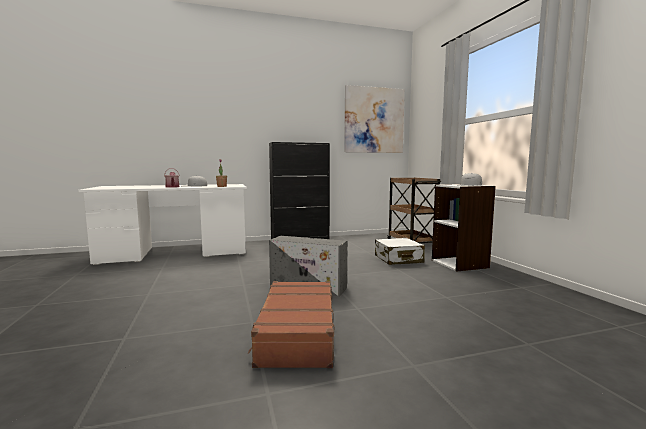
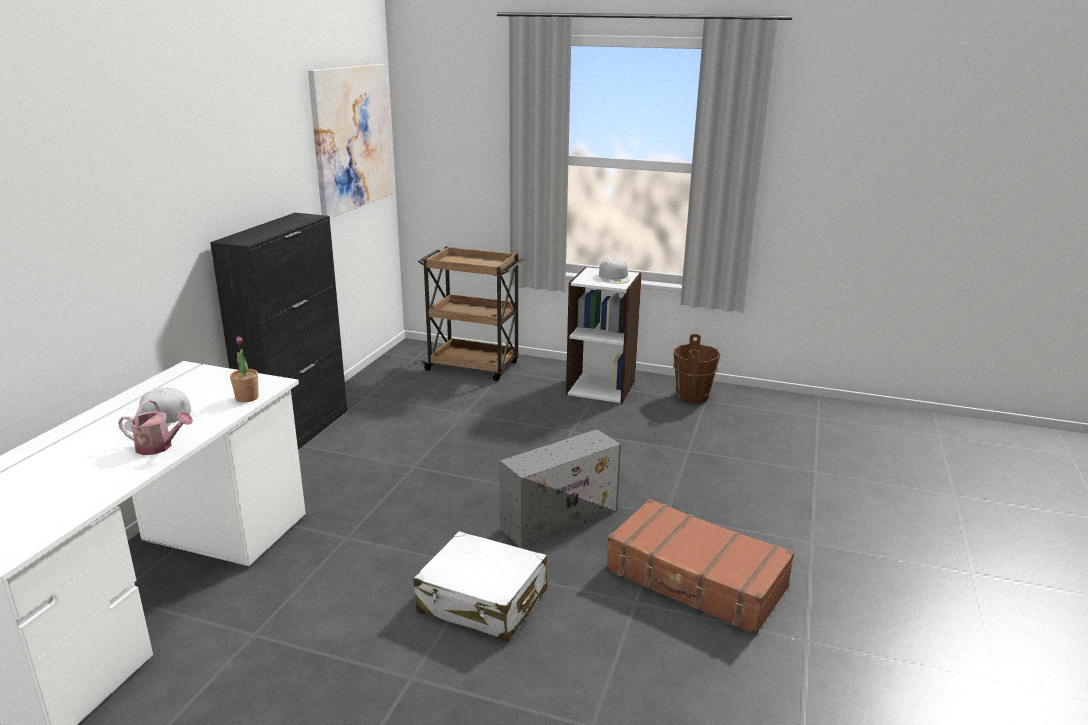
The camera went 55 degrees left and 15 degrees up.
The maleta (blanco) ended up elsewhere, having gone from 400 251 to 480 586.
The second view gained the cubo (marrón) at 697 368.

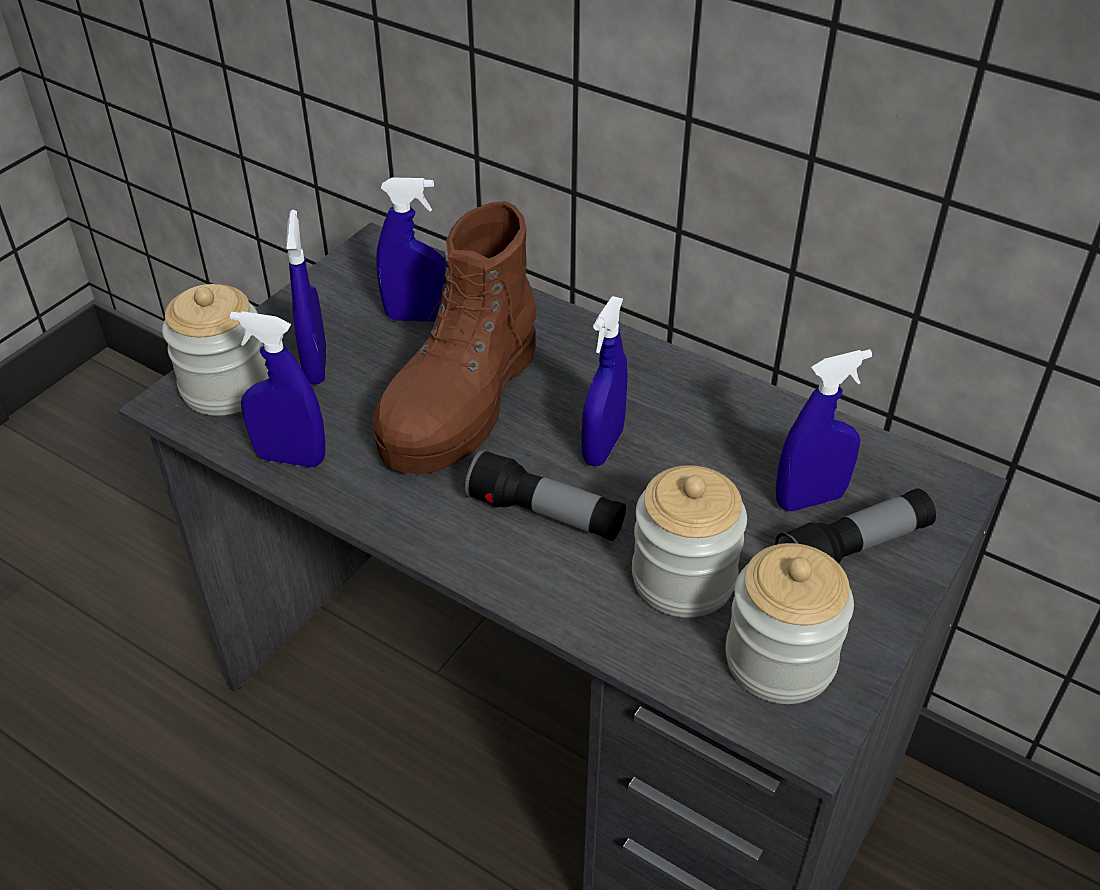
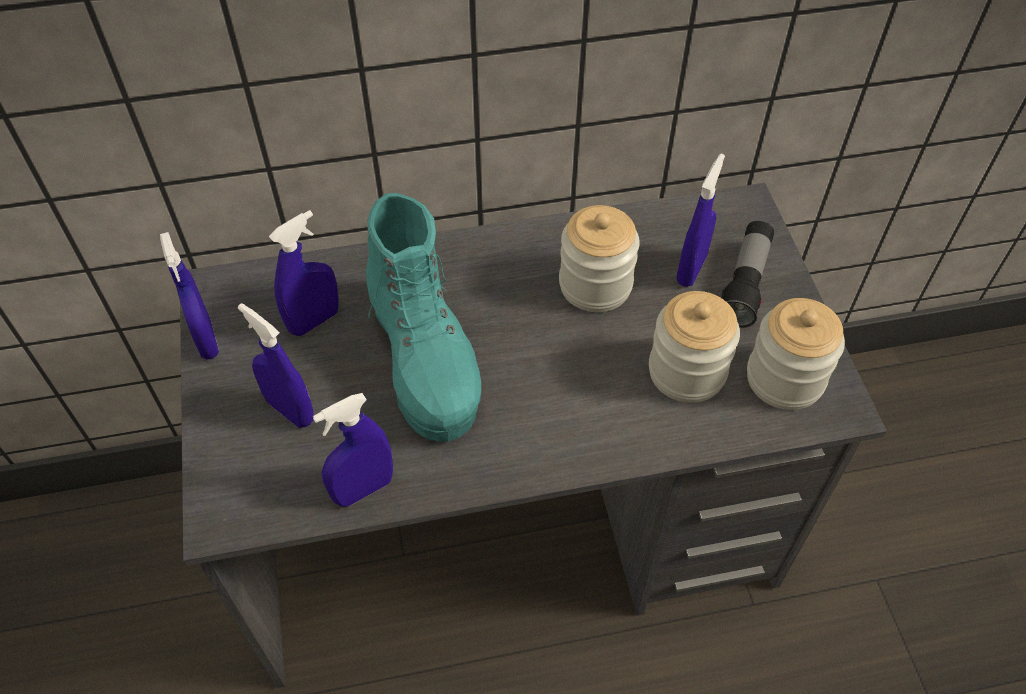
The camera went 45 degrees left and 10 degrees up.
The tarro ended up elsewhere, having gone from 215 350 to 599 258.
What was the bota (marrón) at 454 337 turned into the bota (turquesa) at 423 317.
The second view lost the linterna at 545 495.
The pulverizador (azul) ended up elsewhere, having gone from 605 381 to 189 296.

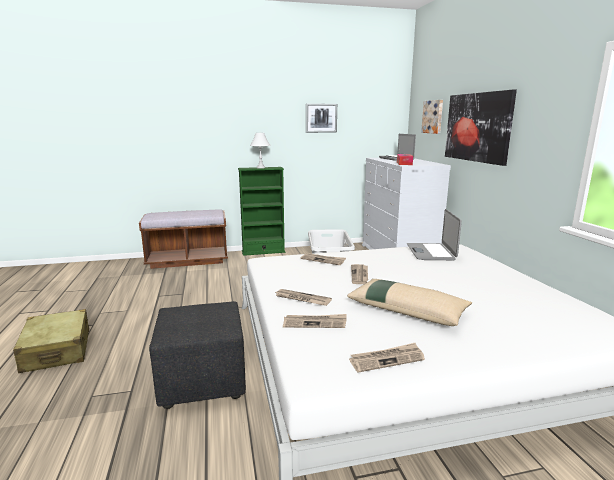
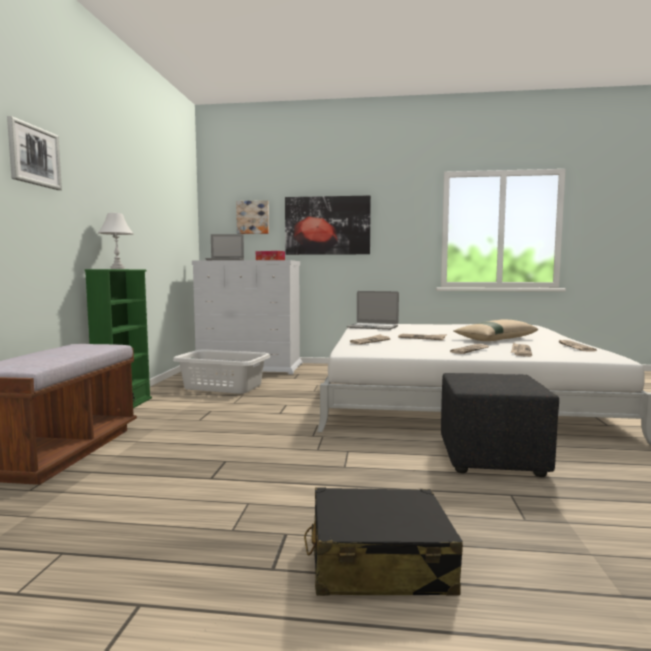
The camera went 70 degrees left and 10 degrees down.
What was the maleta (beis) at 51 341 turned into the maleta (negro) at 383 541.
The cuadro ended up elsewhere, having gone from 321 118 to 34 153.

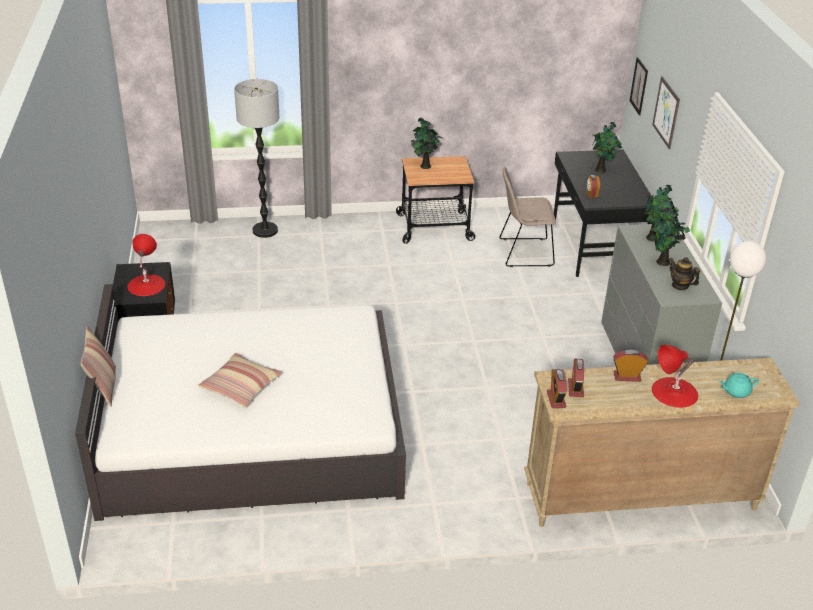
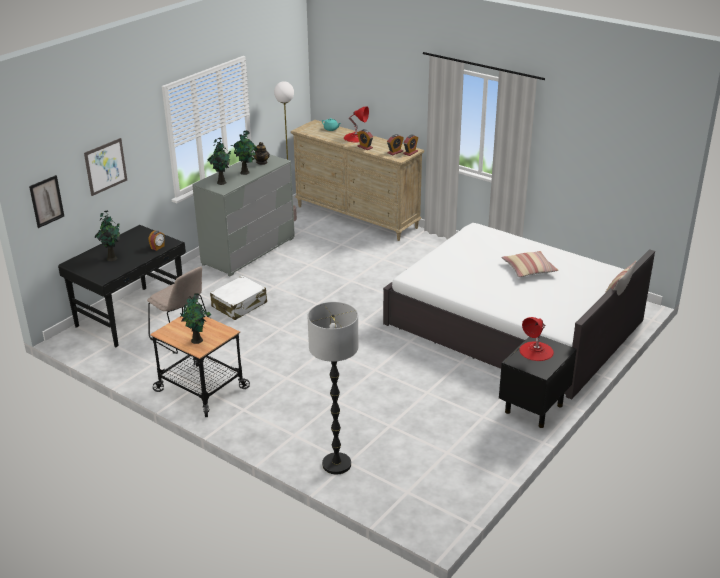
The camera went 135 degrees left and 5 degrees down.
The second view gained the maleta (blanco) at 238 297.

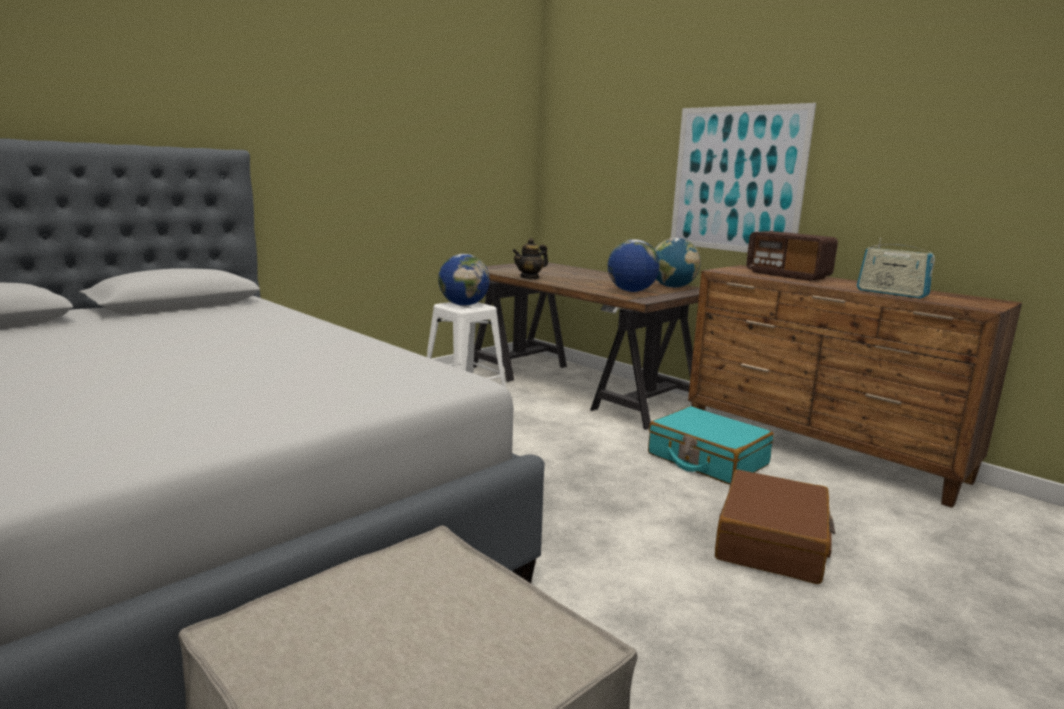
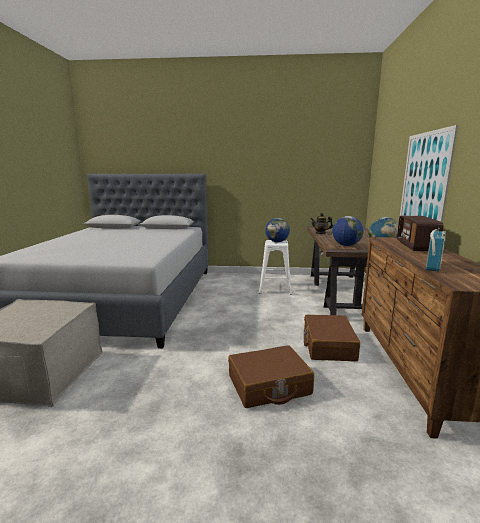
The camera went 50 degrees right and 0 degrees up.
What was the maleta (turquesa) at 711 445 turned into the maleta (marrón) at 332 338.
The radio at 896 268 ended up facing another way, 150 degrees counterclockwise from before.

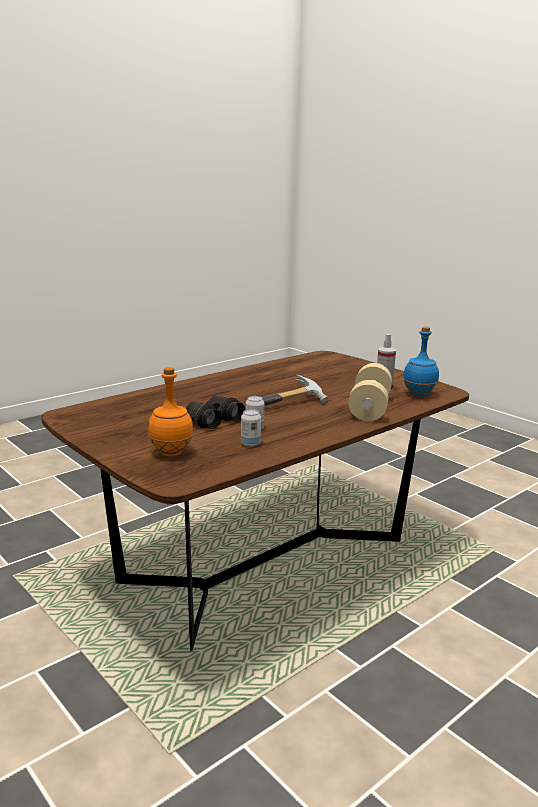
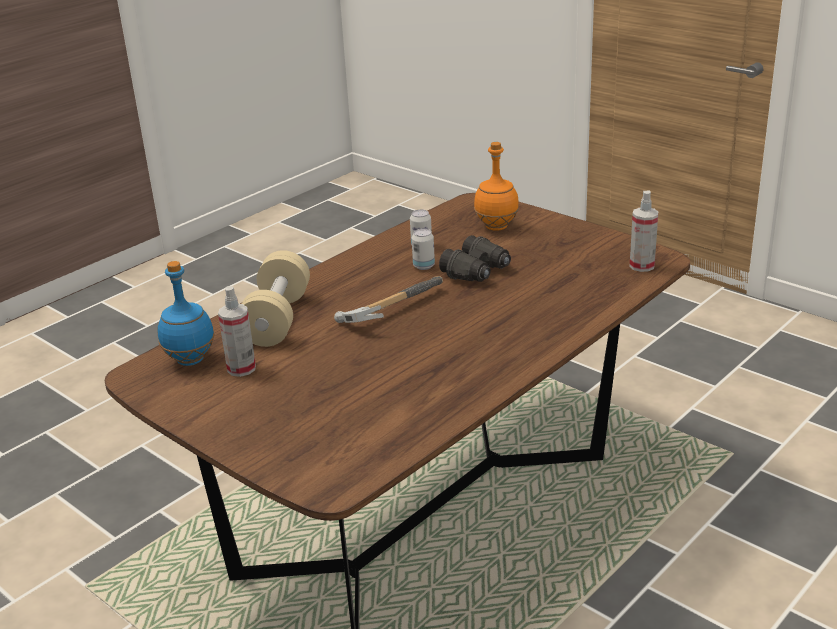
The camera went 175 degrees right and 10 degrees up.
The second view gained the pulverizador at 643 231.

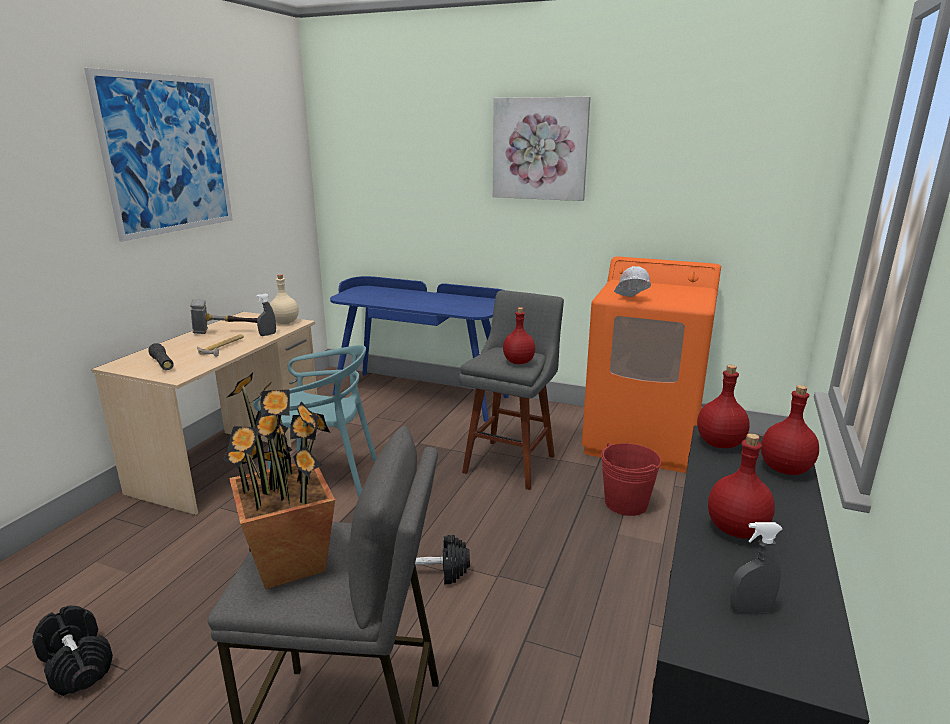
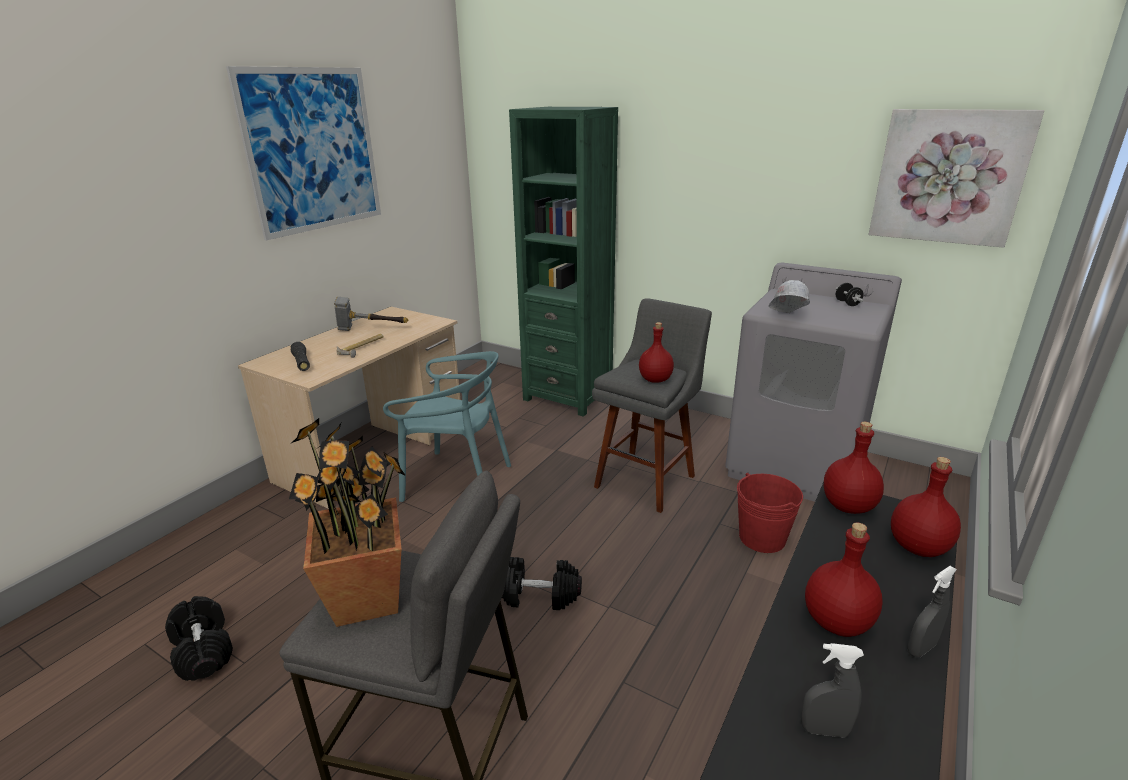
The camera went 10 degrees right and 5 degrees up.
The pulverizador (gris) ended up elsewhere, having gone from 266 314 to 932 611.
The second view lost the botella (beis) at 284 299.
Where the escritorio (azul) stood at 419 349, the estantería (verde) came to stand at 563 262.
The cuadro ended up elsewhere, having gone from 541 149 to 956 178.
What was the lavadora (naranja) at 651 364 turned into the lavadora (gris) at 813 382.
The second view gained the mancuerna (negro) at 850 294.

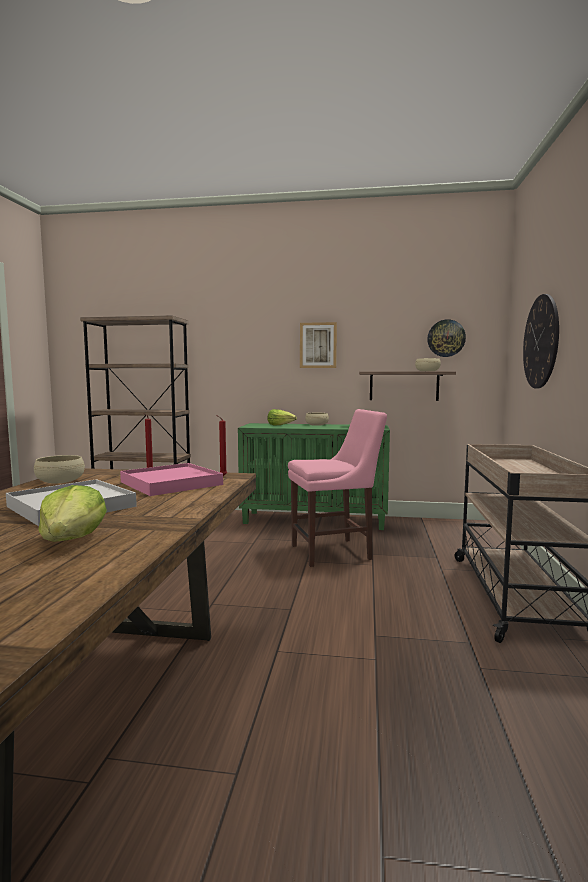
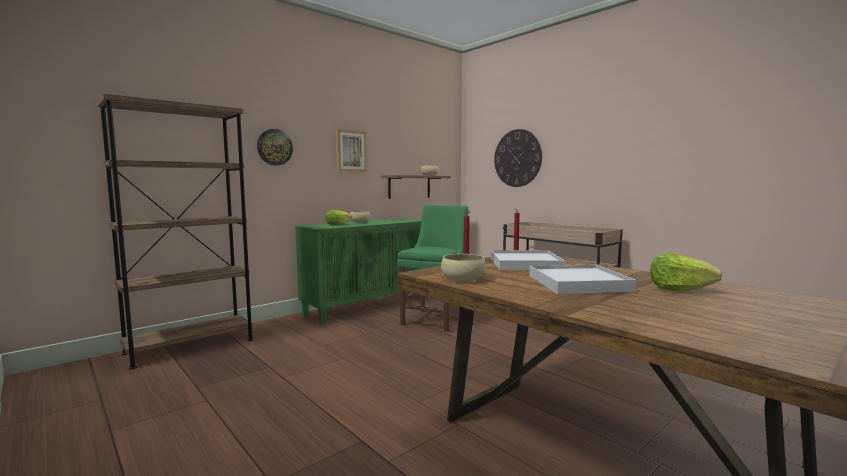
The camera went 50 degrees left and 0 degrees up.
What was the bandeja (rosa) at 171 479 turned into the bandeja (blanco) at 528 260.
What was the silla (rosa) at 337 488 turned into the silla (verde) at 432 268.
The reloj de pared ended up elsewhere, having gone from 446 338 to 275 147.

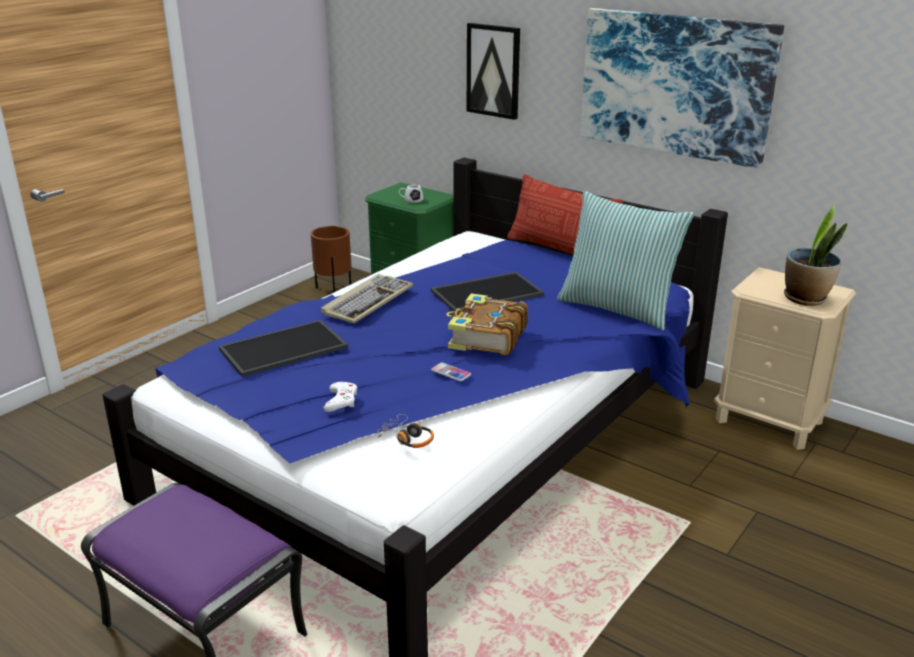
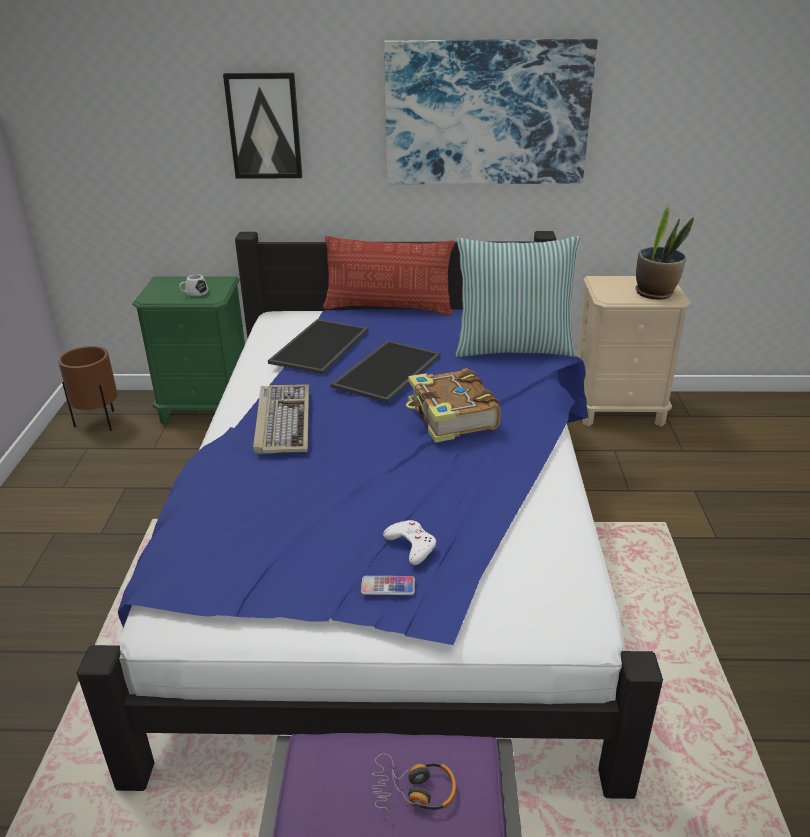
The camera went 35 degrees left and 5 degrees up.
The bandeja ended up elsewhere, having gone from 283 348 to 318 346.
The auriculares ended up elsewhere, having gone from 405 431 to 414 786.
The móvil ended up elsewhere, having gone from 451 372 to 388 585.

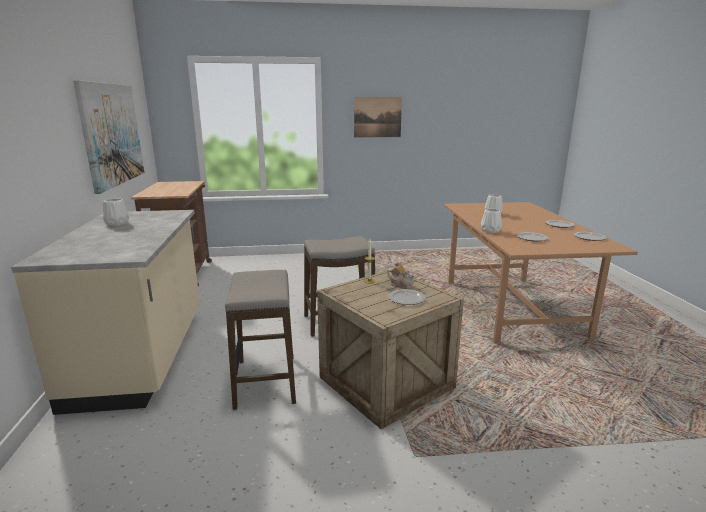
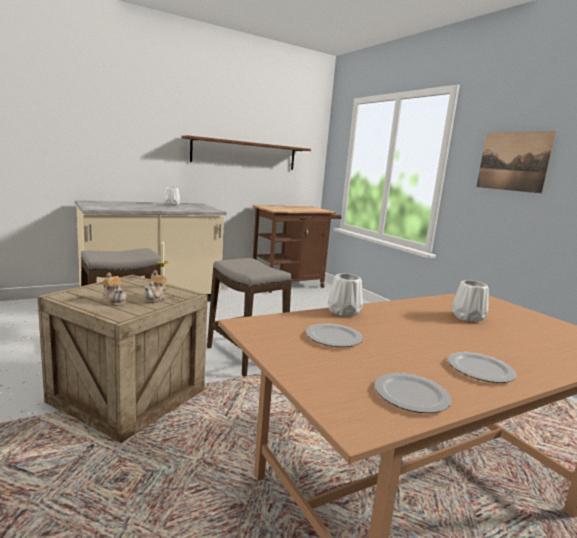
The camera went 65 degrees right and 5 degrees down.
Where the cuadro hung at 108 137, the estante (marrón) came to hang at 246 152.
Where the plato stood at 407 297, the tetera came to stand at 114 289.

